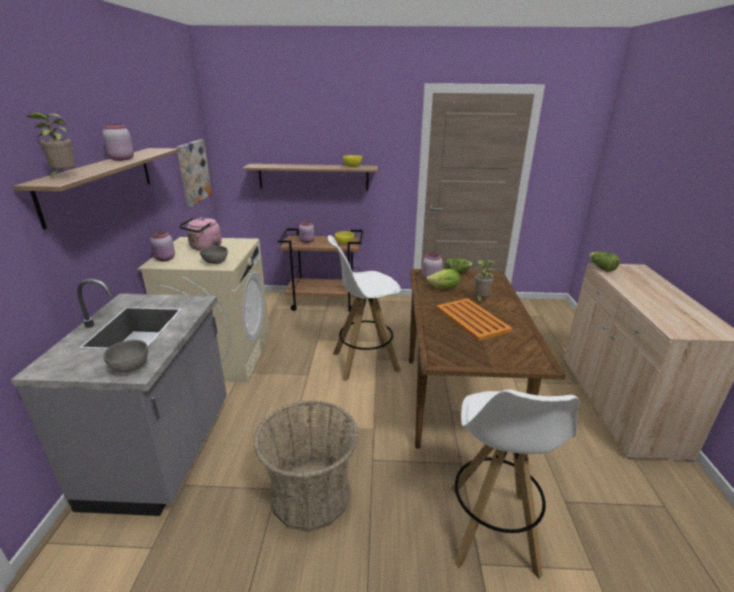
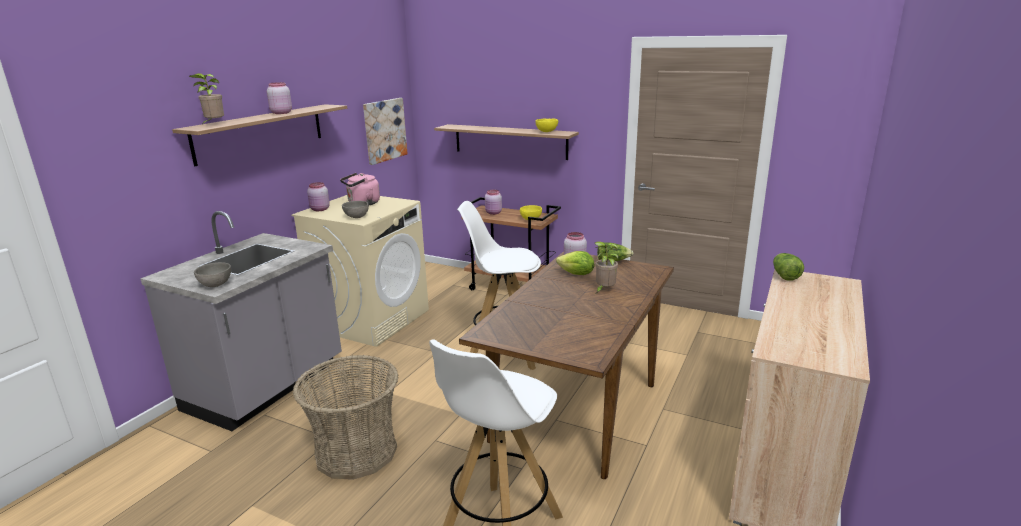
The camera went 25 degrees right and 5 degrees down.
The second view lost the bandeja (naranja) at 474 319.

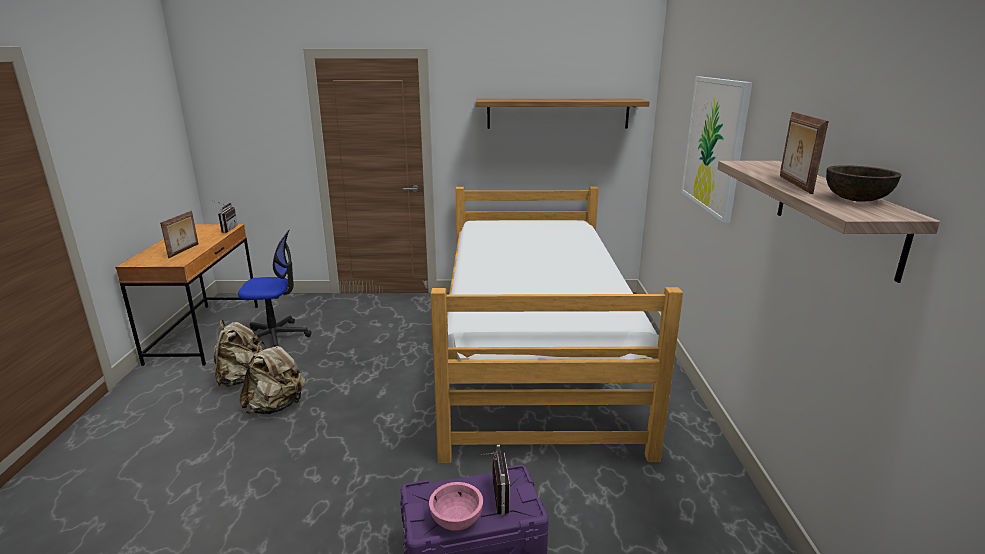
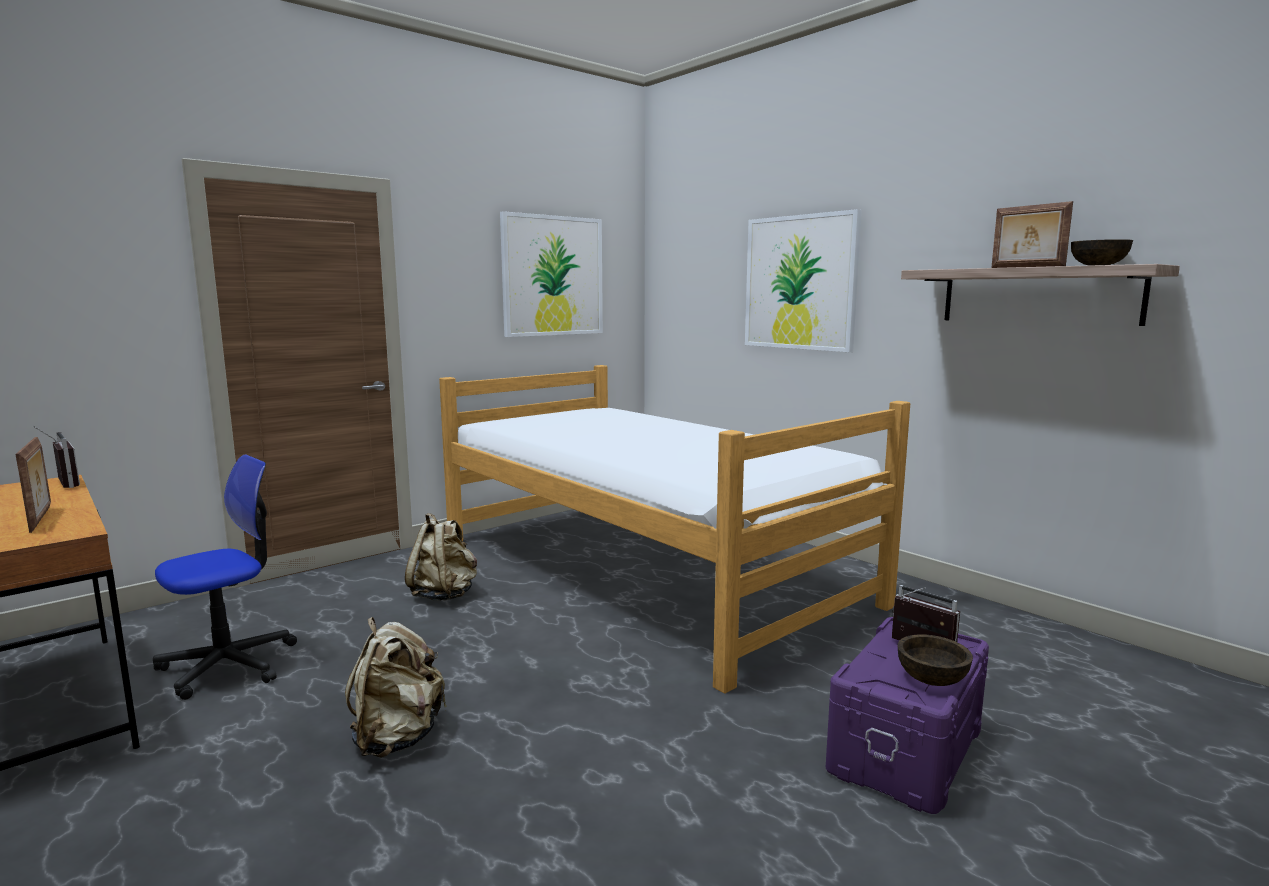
The camera went 40 degrees left and 10 degrees down.
The mochila (beis) ended up elsewhere, having gone from 238 353 to 441 557.
What was the cuenco (rosa) at 456 506 turned into the cuenco (marrón) at 935 660.
Where the estante hung at 563 114, the cuadro came to hang at 551 274.

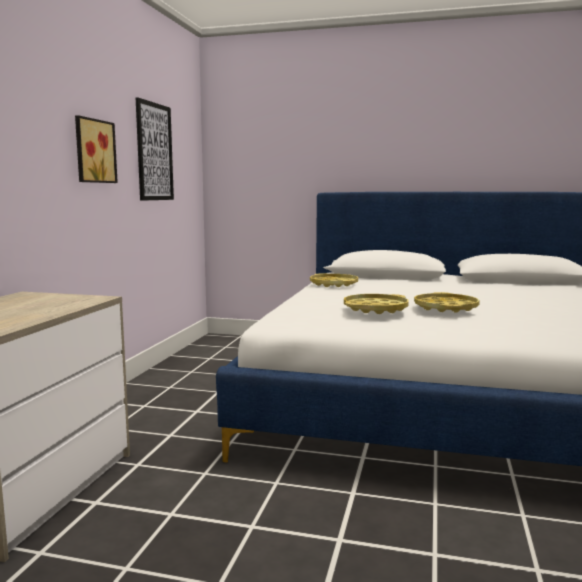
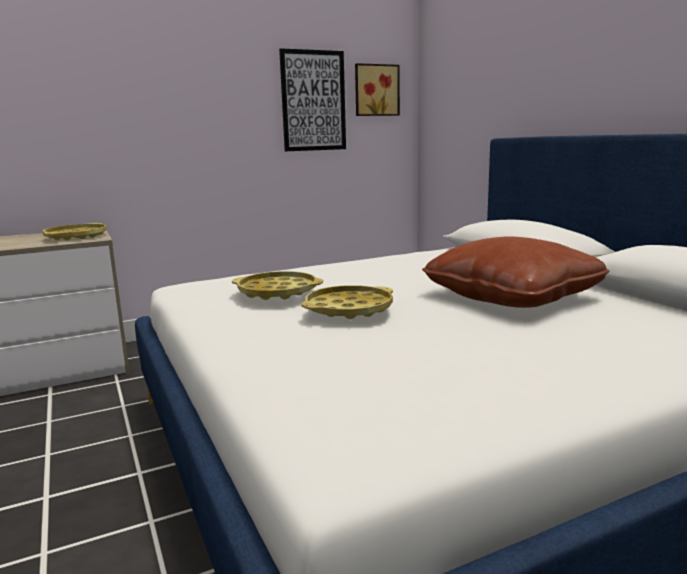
The camera went 50 degrees right and 5 degrees up.
The cuadro ended up elsewhere, having gone from 96 149 to 377 89.
The bandeja (amarillo) ended up elsewhere, having gone from 334 280 to 74 231.
The second view gained the cojín (marrón) at 516 272.

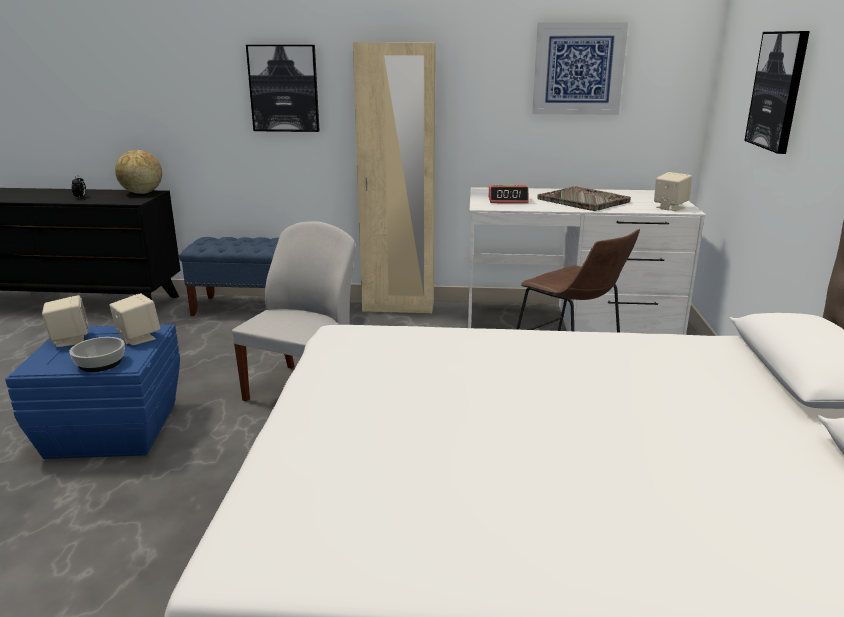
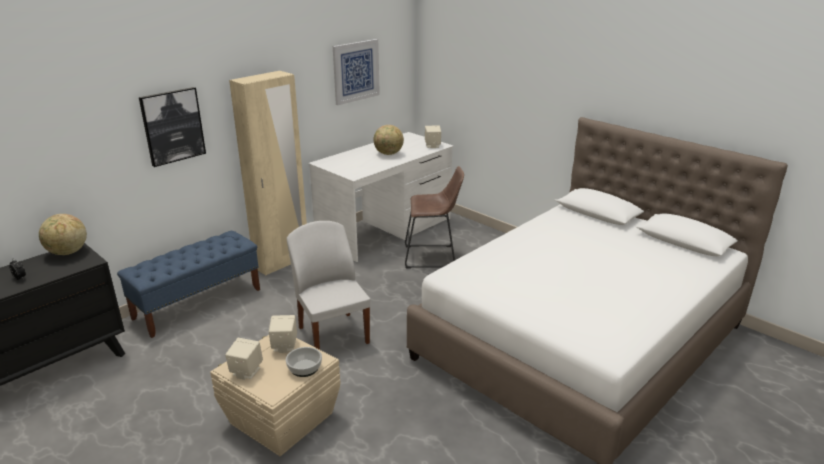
The camera went 50 degrees left and 5 degrees up.
What was the caja de almacenaje (azul) at 92 391 turned into the caja de almacenaje (beis) at 275 395.
The second view lost the despertador at 509 194.
Where the bandeja (gris) stood at 584 198, the globo terráqueo came to stand at 388 140.
The second view lost the cuadro at 777 92.

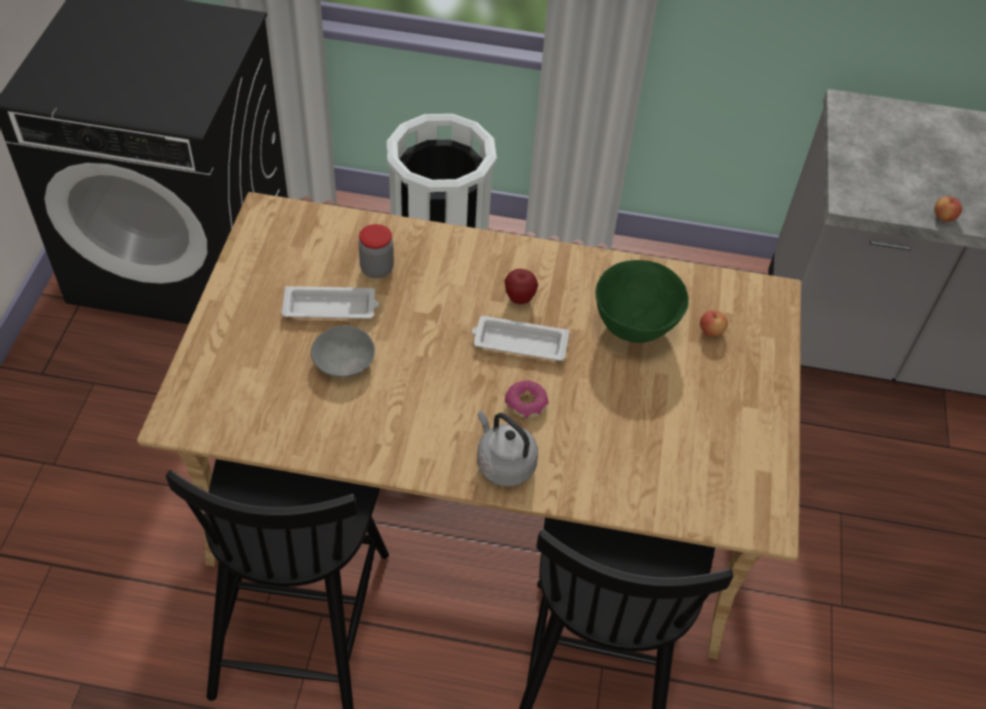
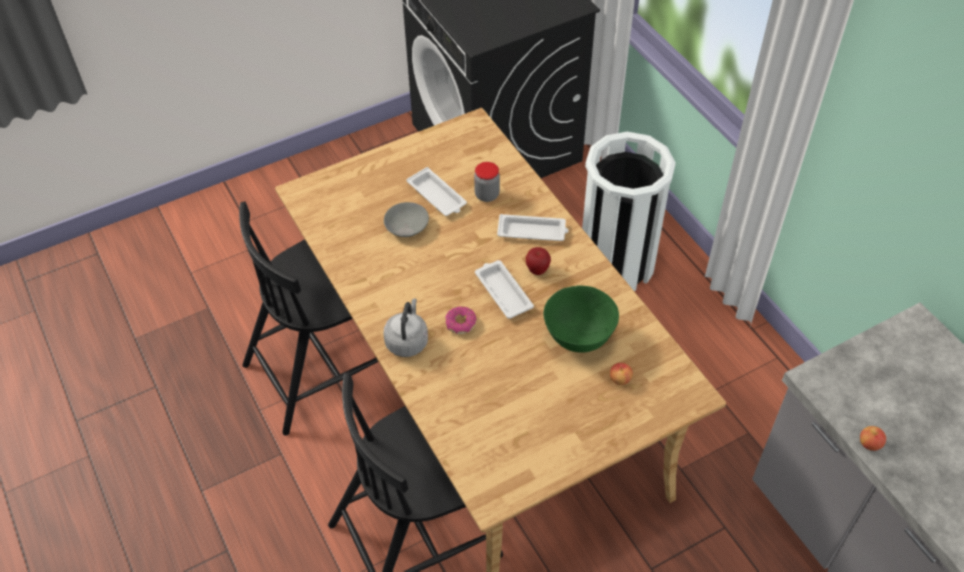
The camera went 55 degrees right and 0 degrees up.
The second view gained the bandeja (blanco) at 533 227.

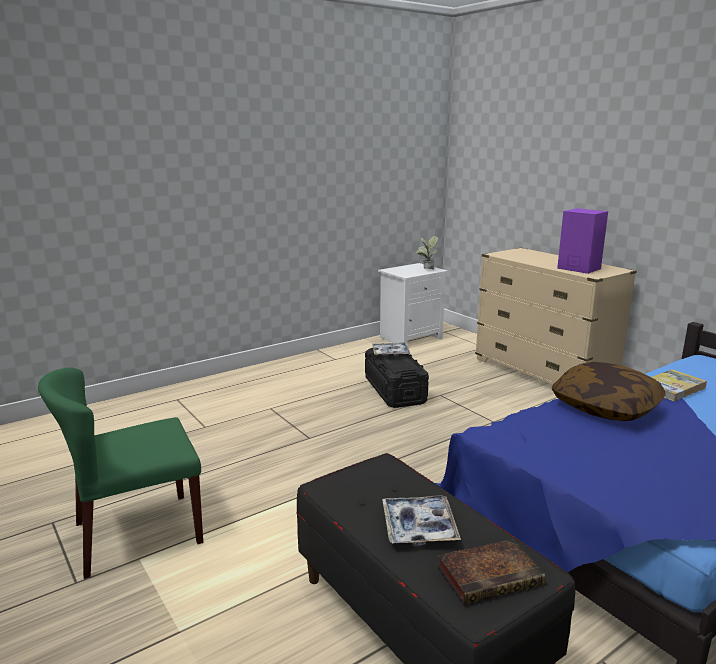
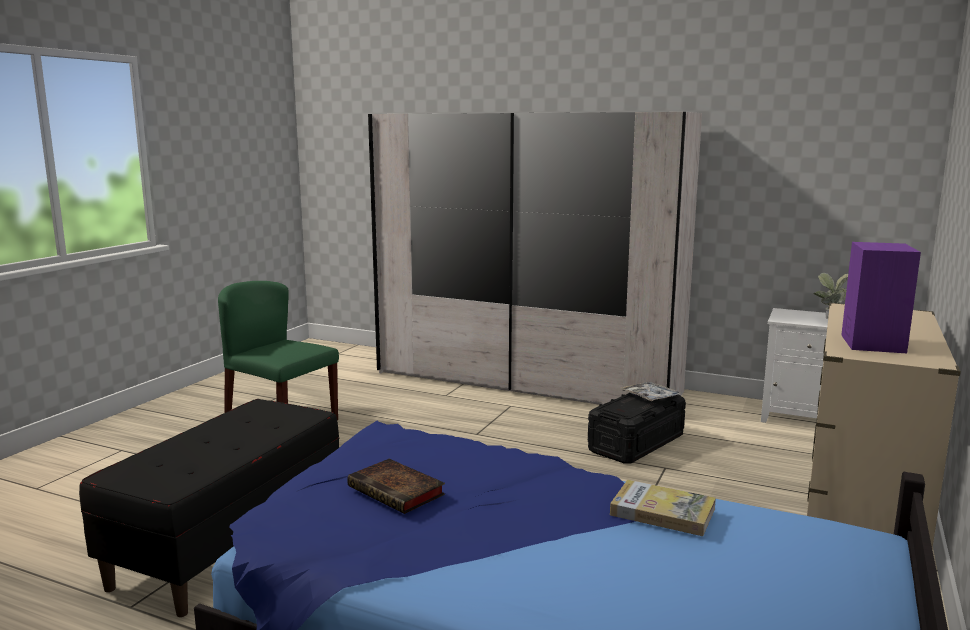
The camera went 60 degrees right and 5 degrees down.
The second view lost the bandeja at 421 520.
The libro ended up elsewhere, having gone from 491 572 to 396 486.
The second view lost the cojín at 609 391.
The second view gained the armario ropero (blanco) at 535 258.

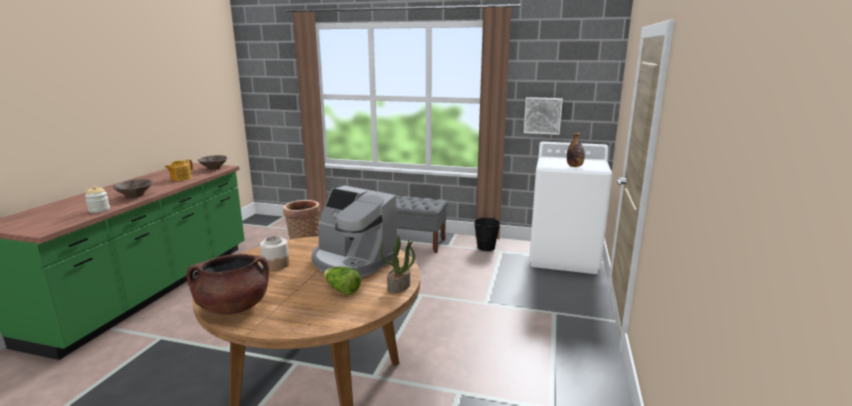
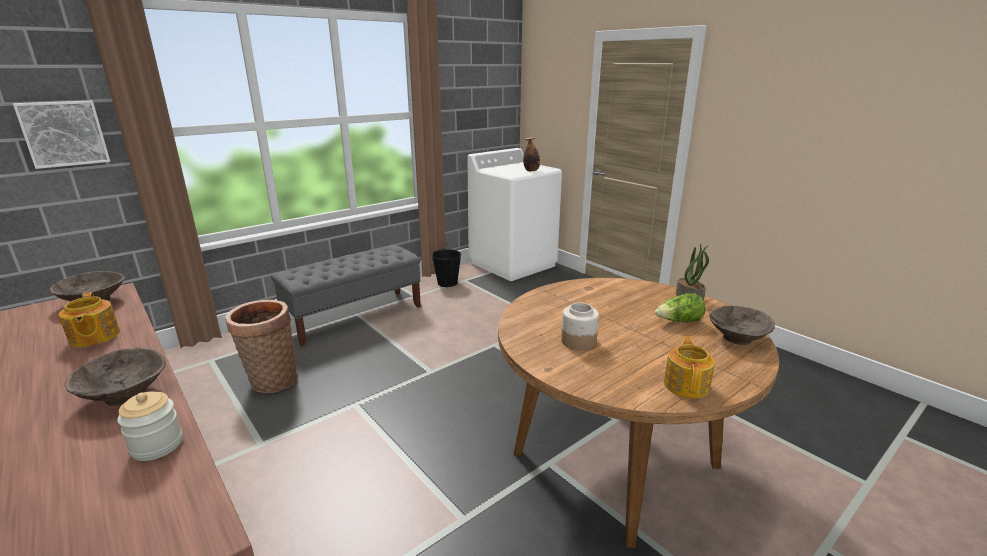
The camera went 55 degrees left and 5 degrees up.
Where the olla (marrón) stood at 227 284, the tetera came to stand at 689 367.
The second view lost the cafetera at 355 231.
The cuadro ended up elsewhere, having gone from 543 116 to 61 135.
The second view gained the cuenco (marrón) at 742 325.

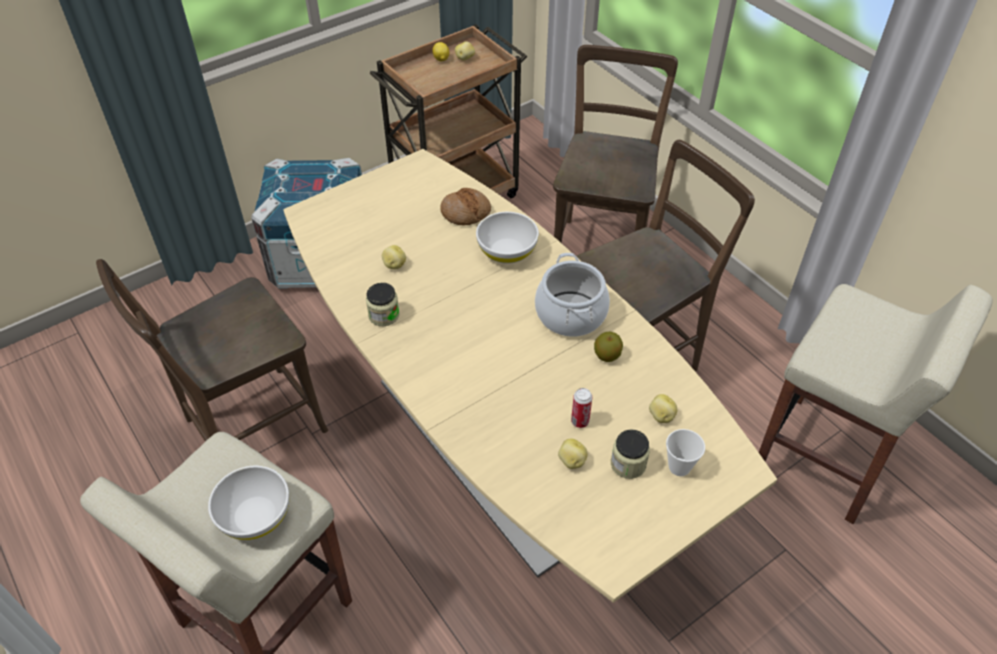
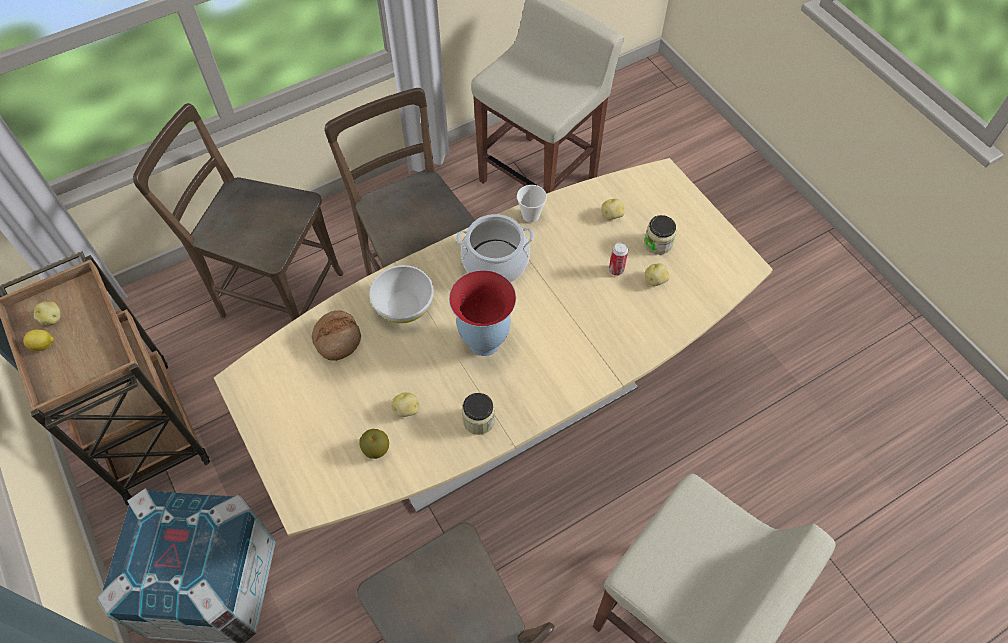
The camera went 85 degrees left and 10 degrees up.
The second view lost the cuenco (blanco) at 248 503.
The manzana ended up elsewhere, having gone from 608 347 to 374 444.
The taza ended up elsewhere, having gone from 685 452 to 532 204.
The second view gained the florero at 482 313.

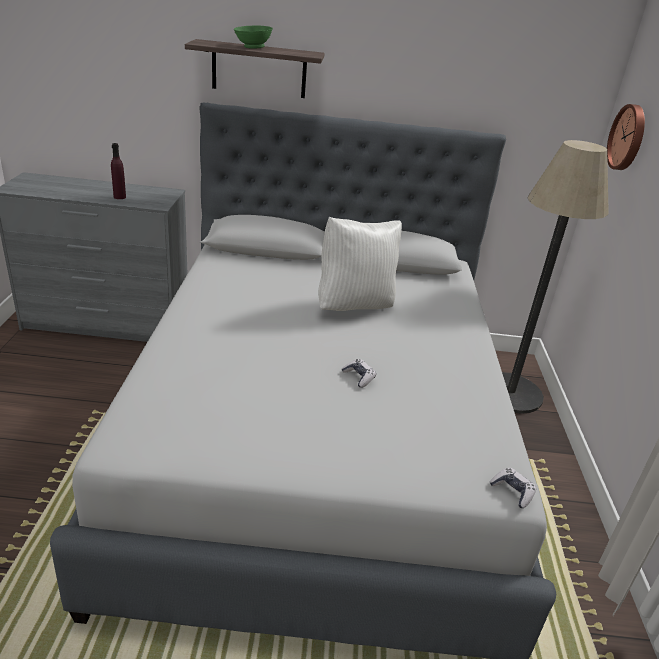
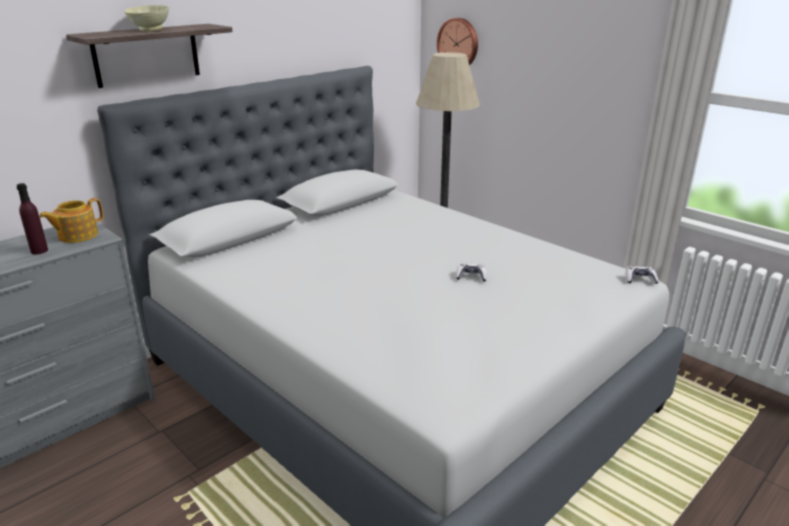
The camera went 45 degrees left and 5 degrees down.
What was the cuenco (verde) at 253 37 turned into the cuenco (beis) at 146 18.
The second view lost the cojín (blanco) at 360 264.
The second view gained the tetera at 71 220.

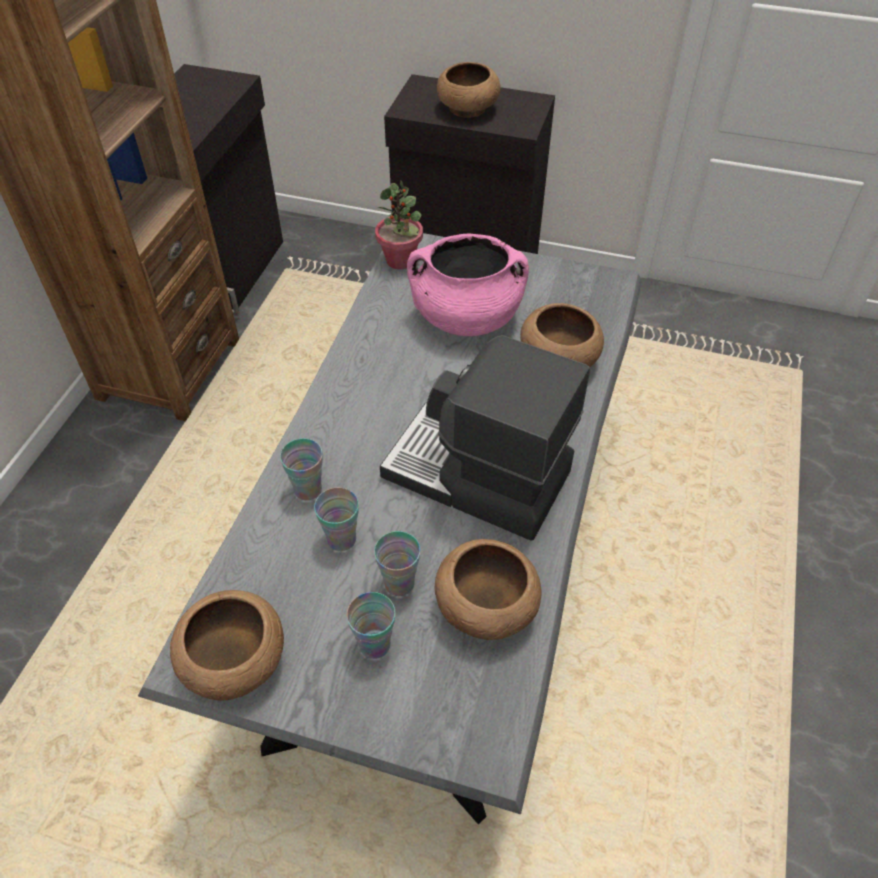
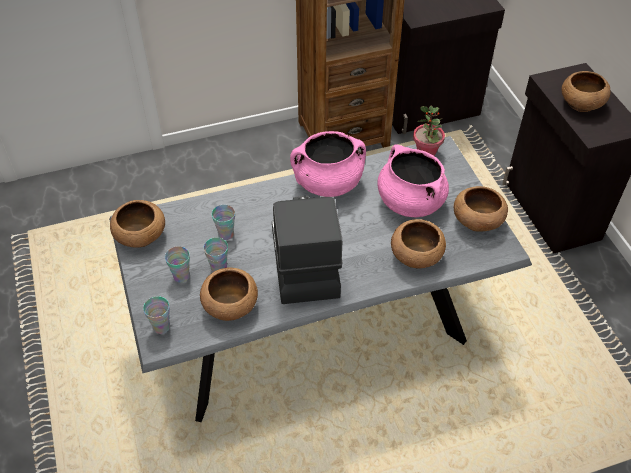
The camera went 55 degrees right and 0 degrees up.
The taza ended up elsewhere, having gone from 301 469 to 156 315.
The second view gained the olla (rosa) at 328 164.
The second view gained the cuenco (marrón) at 481 209.

